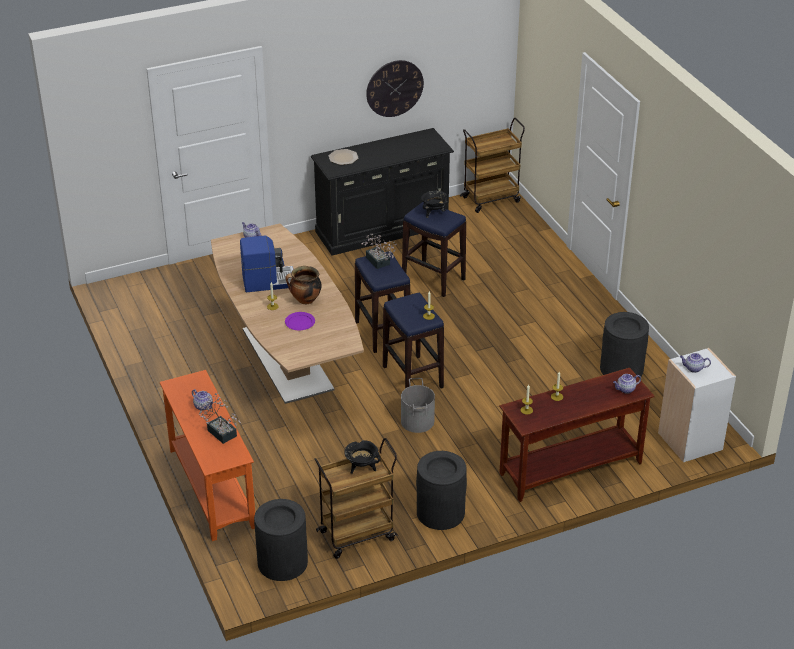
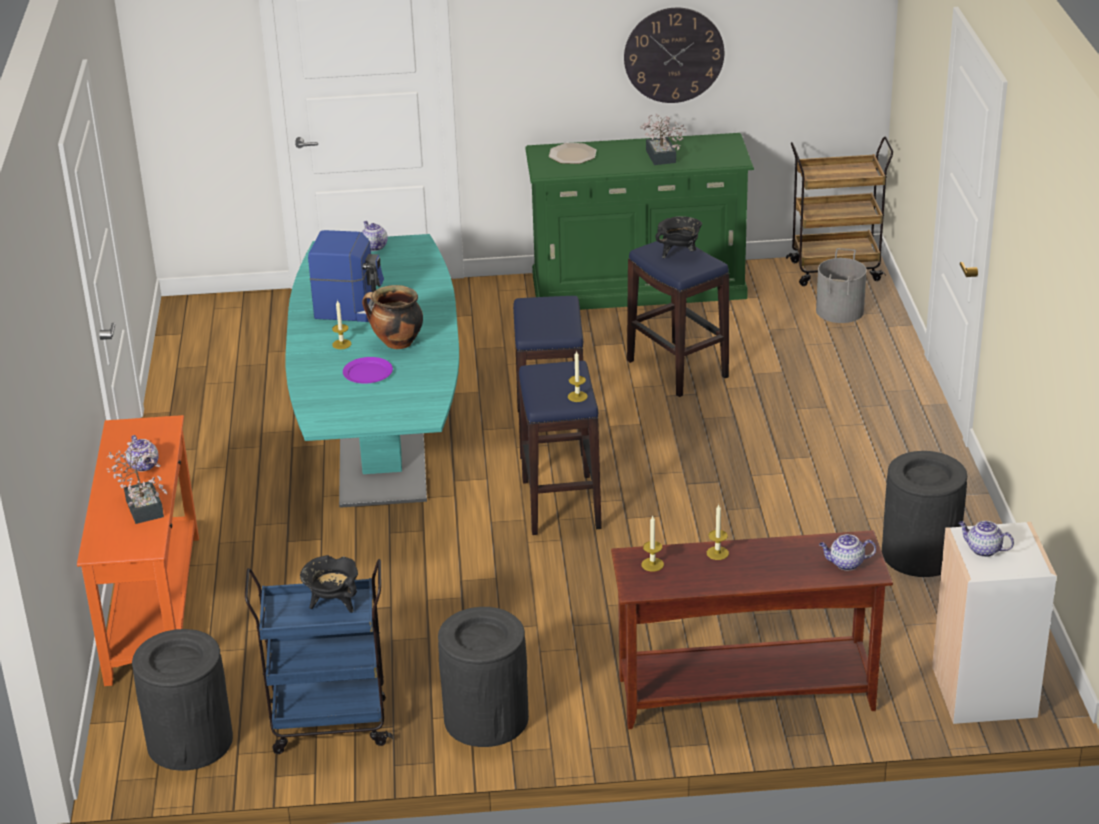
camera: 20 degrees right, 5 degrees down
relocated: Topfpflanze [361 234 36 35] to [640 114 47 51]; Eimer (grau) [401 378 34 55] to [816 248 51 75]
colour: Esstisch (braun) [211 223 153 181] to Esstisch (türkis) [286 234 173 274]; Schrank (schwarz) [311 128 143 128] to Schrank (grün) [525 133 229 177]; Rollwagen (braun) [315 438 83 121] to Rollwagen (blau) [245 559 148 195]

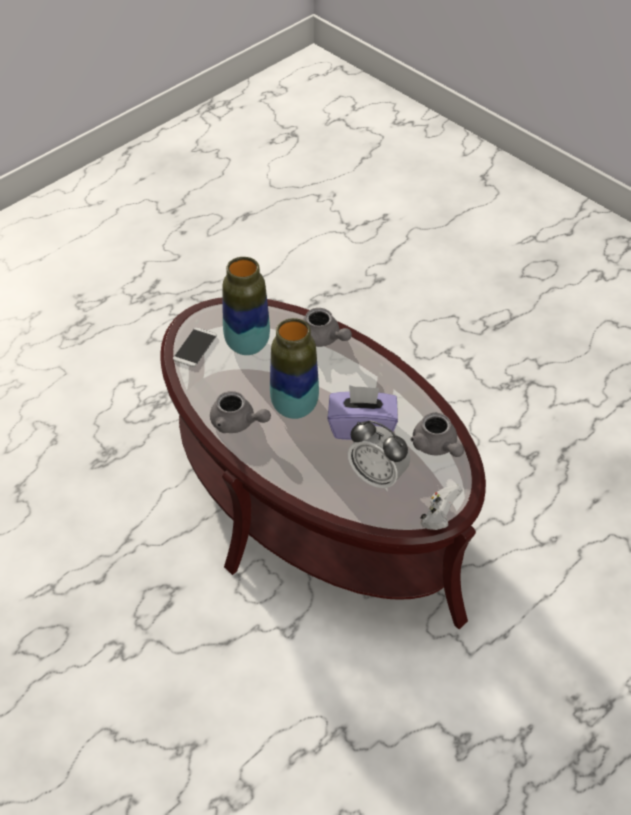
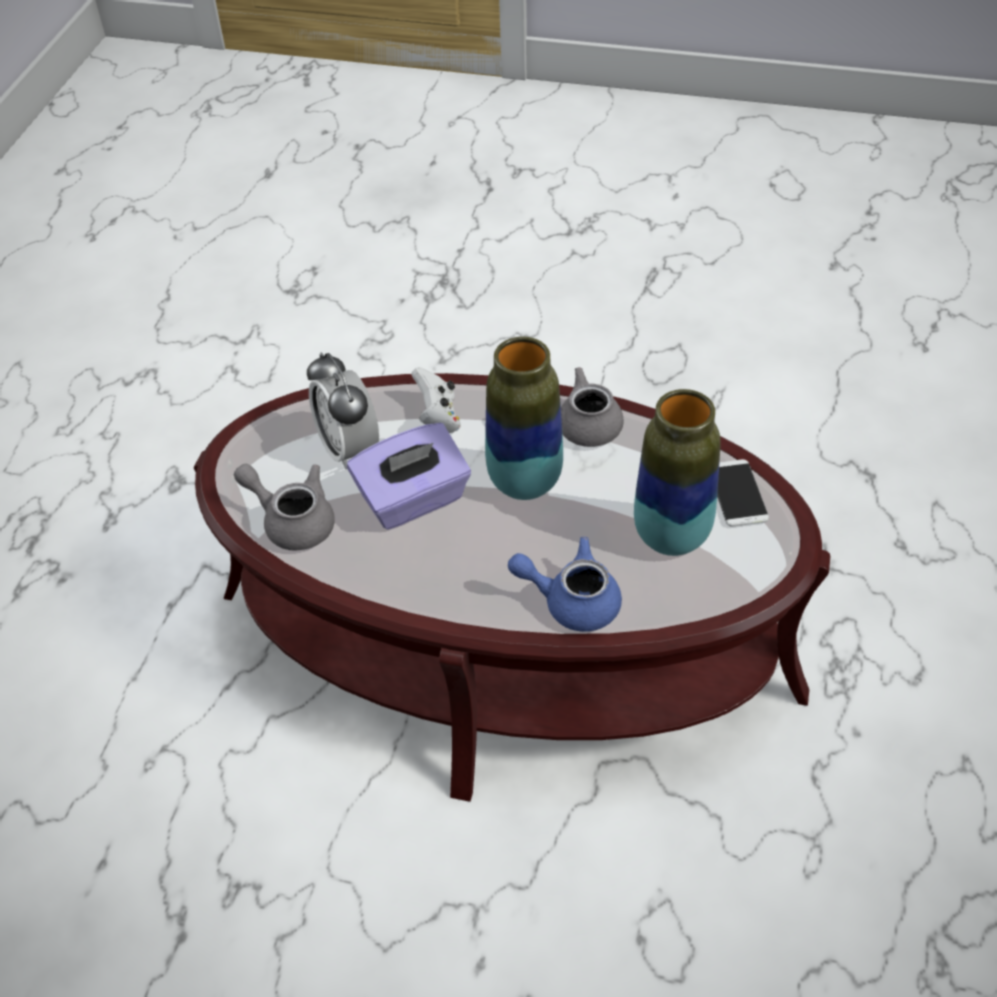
camera: 150 degrees right, 0 degrees up
relocated: Gamepad (weiß) [420 485 43 45] to [411 367 49 66]
colour: Teekanne (grau) [302 308 50 39] to Teekanne (blau) [508 537 114 95]
spun: Wecker [347 420 63 71] = [307 353 72 117] 120 degrees counterclockwise

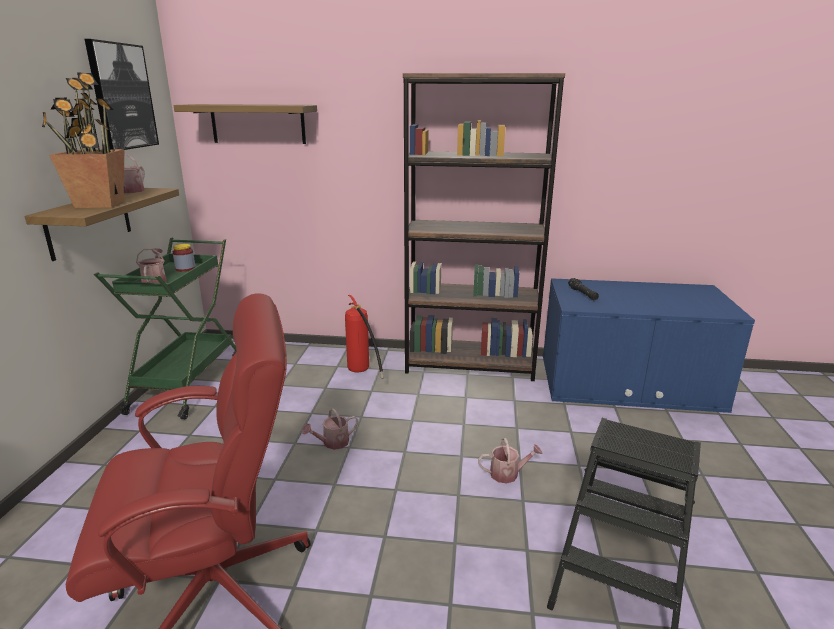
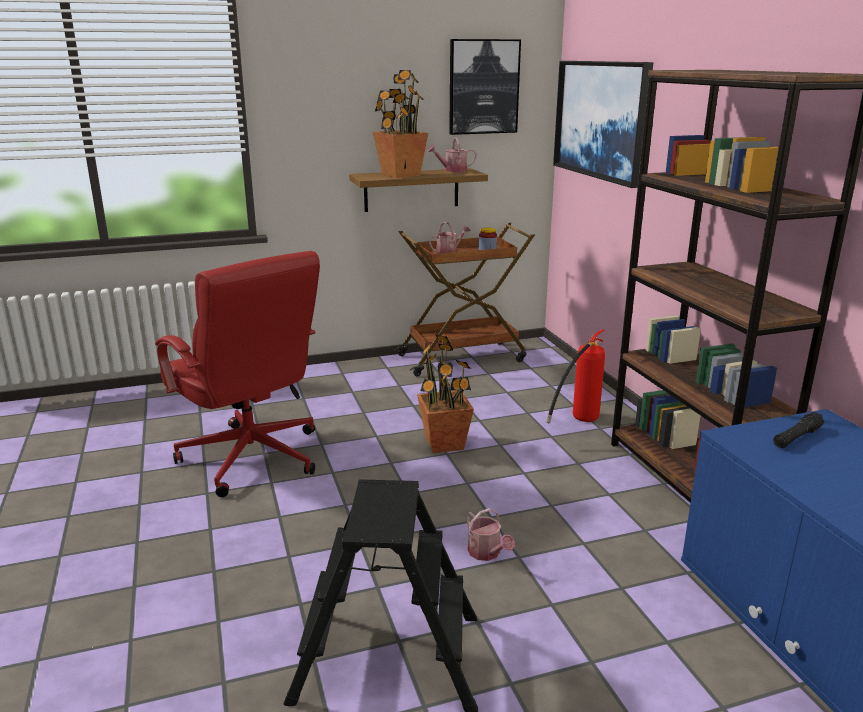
camera: 65 degrees right, 0 degrees up
exchanged: Wandregal [173 104 144 40] to Bild [553 61 100 127]; Gießkanne [302 408 56 42] to Topfpflanze [417 335 57 118]
colour: Rollwagen (grün) [94 237 142 182] to Rollwagen (braun) [395 223 140 154]

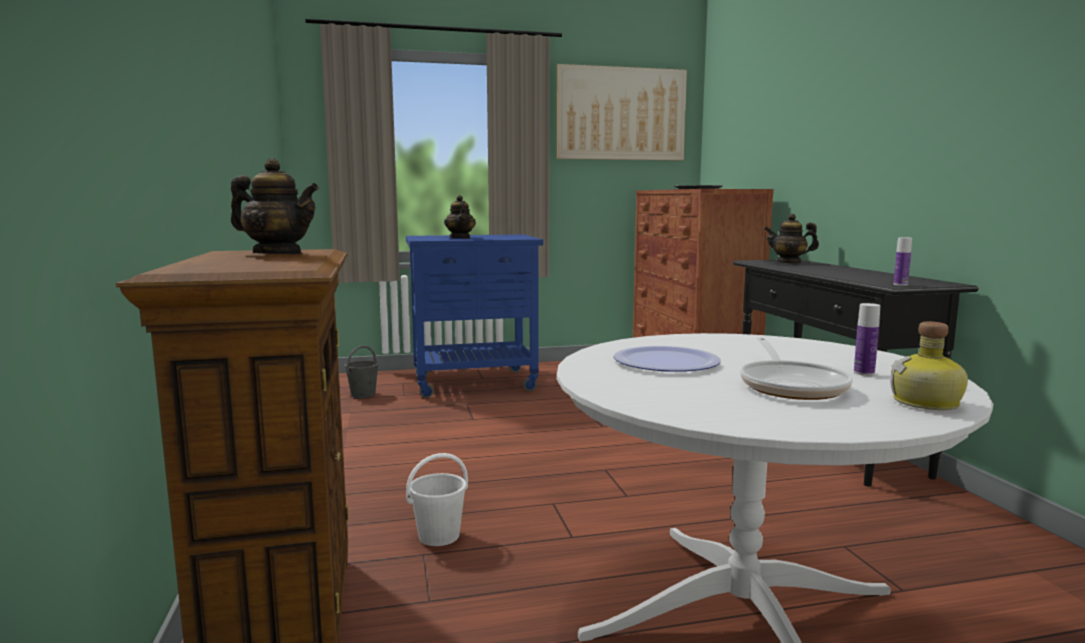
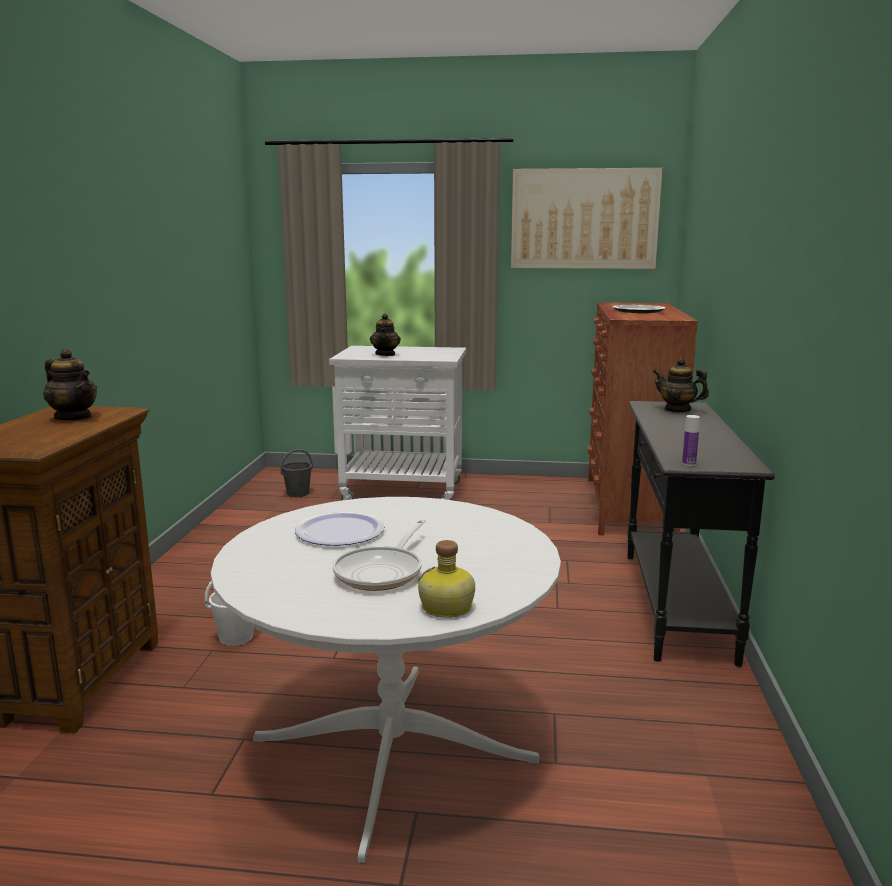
camera: 20 degrees right, 5 degrees up
missing: Flasche [854 303 26 73]
colour: Rollwagen (blau) [406 234 137 164] to Rollwagen (weiß) [329 346 137 154]

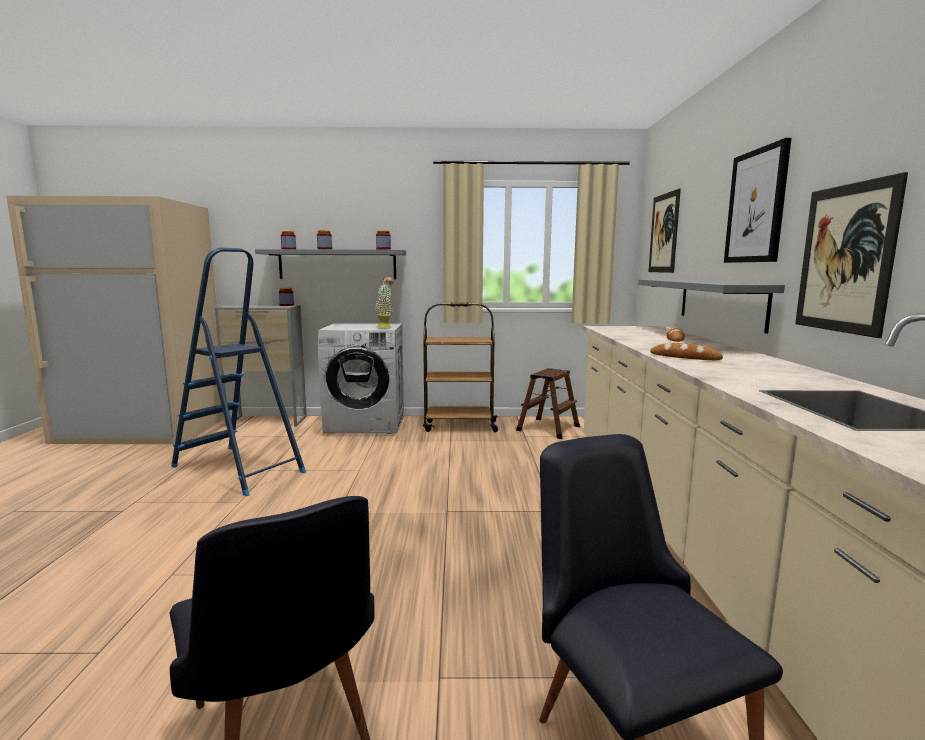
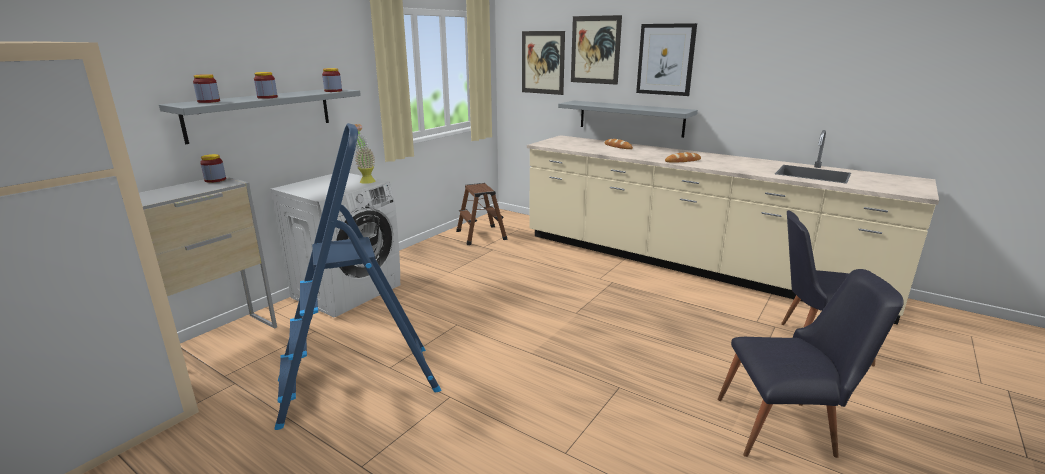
camera: 55 degrees left, 10 degrees up
missing: Rollwagen (braun) [423 302 76 130]
relocated: Bild [795 172 113 166] to [571 15 51 70]

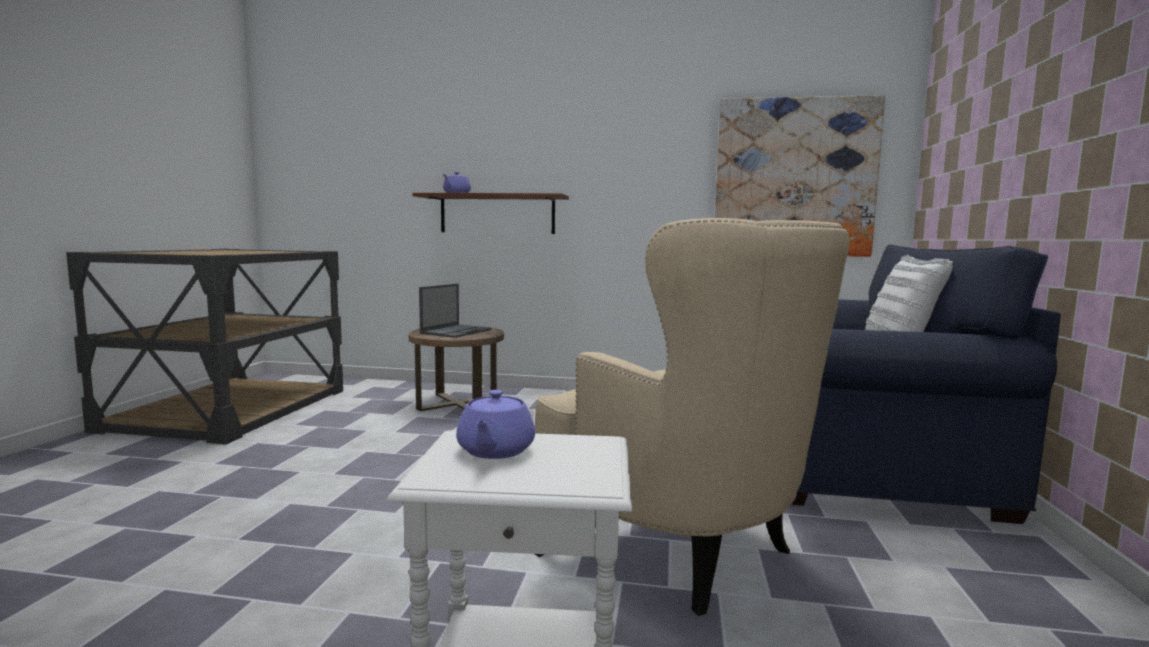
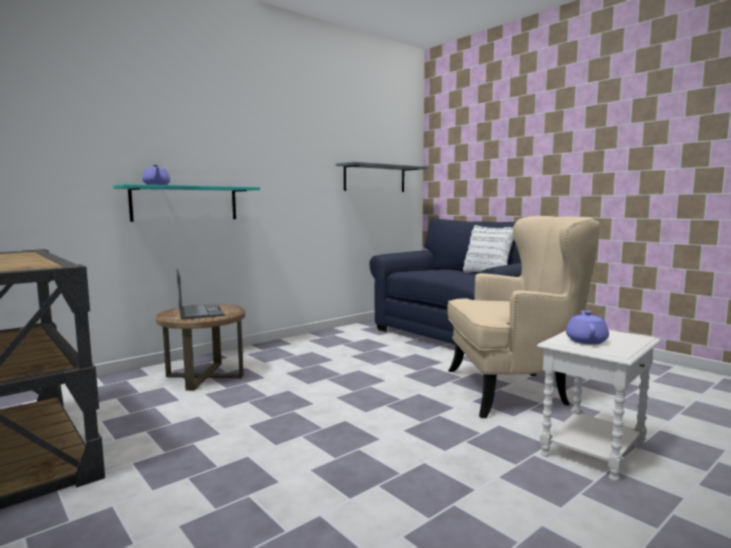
camera: 50 degrees left, 0 degrees up
exchanged: Bild [715 95 170 162] to Wandregal (grau) [336 162 92 30]
colour: Wandregal (braun) [413 193 156 41] to Wandregal (türkis) [113 184 147 38]
spun: Teekanne (lila) [456 390 79 69] = [566 310 43 35] 120 degrees counterclockwise

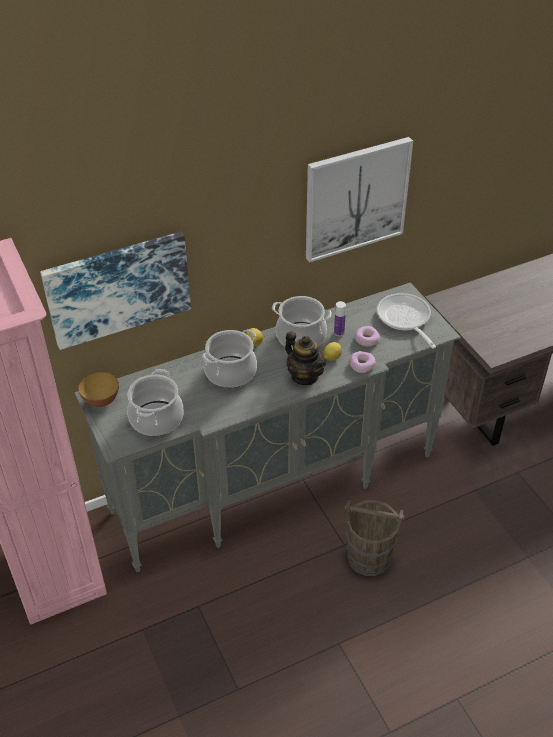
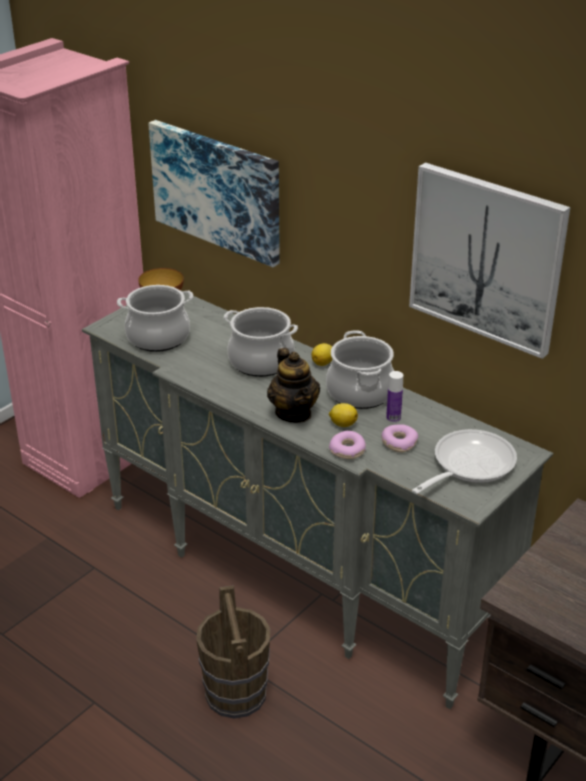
camera: 65 degrees right, 10 degrees down
spun: Teekanne [285 331 41 54] = [267 348 53 75] 45 degrees counterclockwise

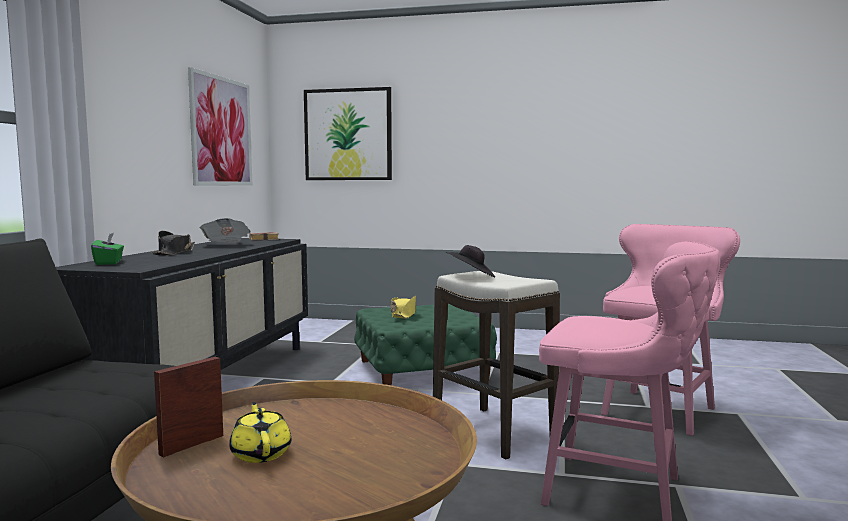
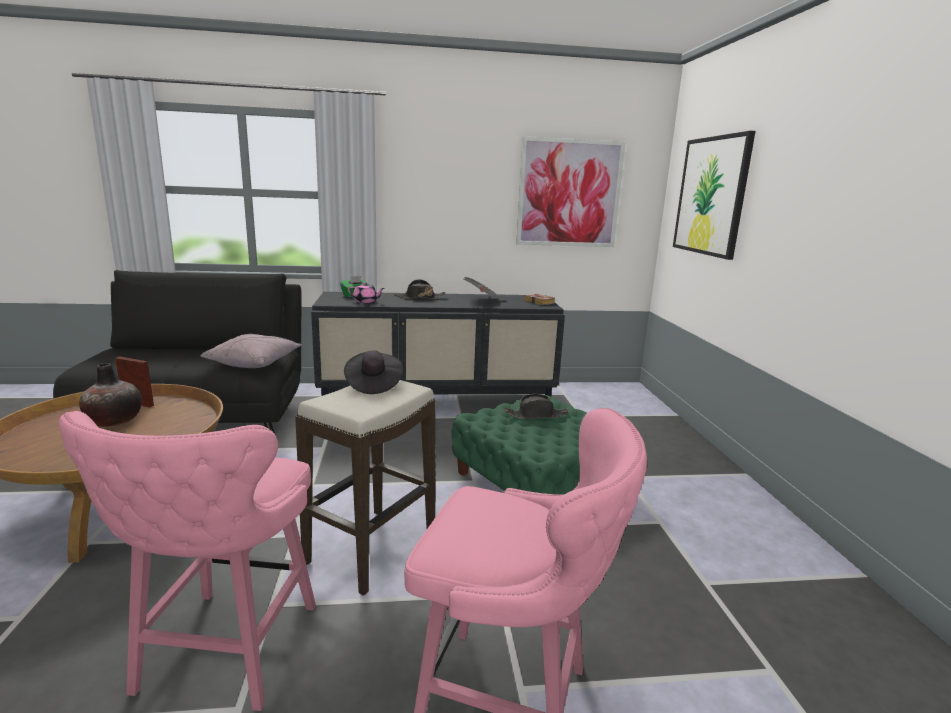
camera: 70 degrees right, 10 degrees up
appeared: Kissen (lila) [200 334 102 34]; Teekanne (rosa) [348 282 37 21]
exchanged: Teekanne (gelb) [229 402 62 61] to Vase [79 363 63 64]
colour: Hut (gelb) [391 296 25 22] to Hut (schwarz) [504 394 65 25]

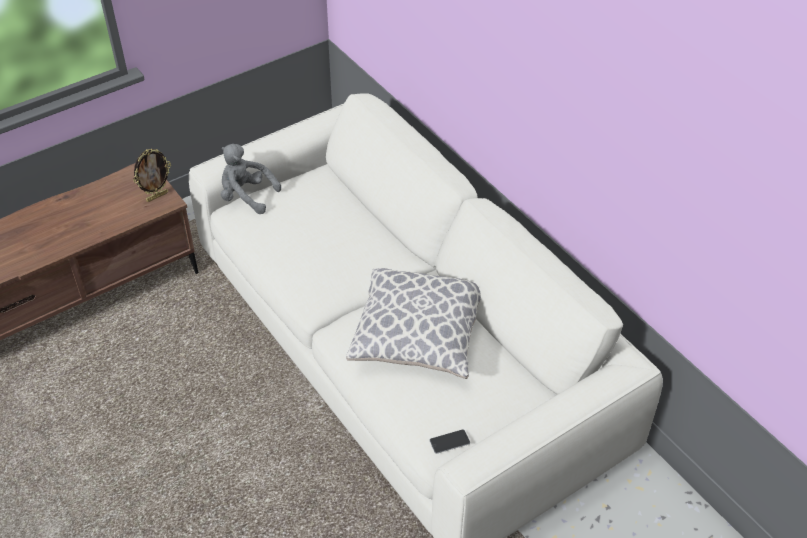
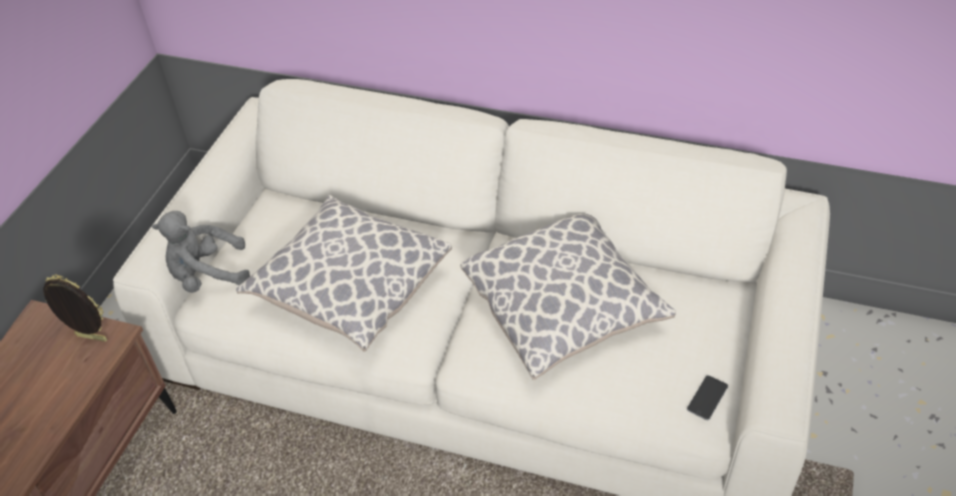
camera: 35 degrees left, 0 degrees up
appeared: Kissen [236 195 216 157]
spun: Bilderrahmen [133 149 38 53] = [43 274 64 68] 90 degrees counterclockwise

